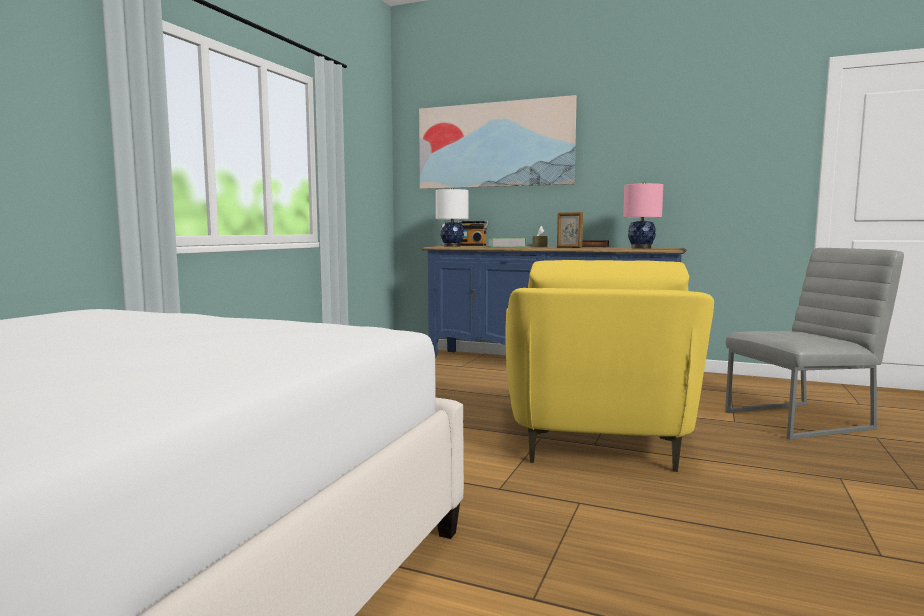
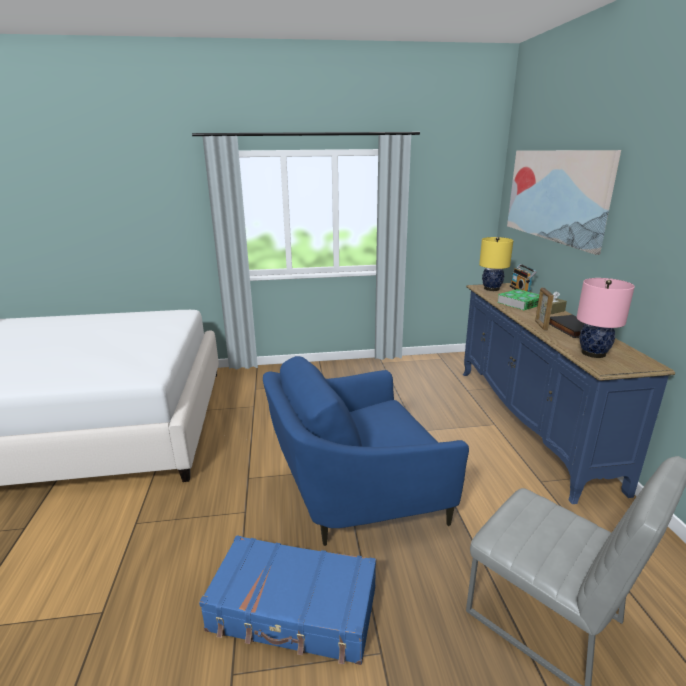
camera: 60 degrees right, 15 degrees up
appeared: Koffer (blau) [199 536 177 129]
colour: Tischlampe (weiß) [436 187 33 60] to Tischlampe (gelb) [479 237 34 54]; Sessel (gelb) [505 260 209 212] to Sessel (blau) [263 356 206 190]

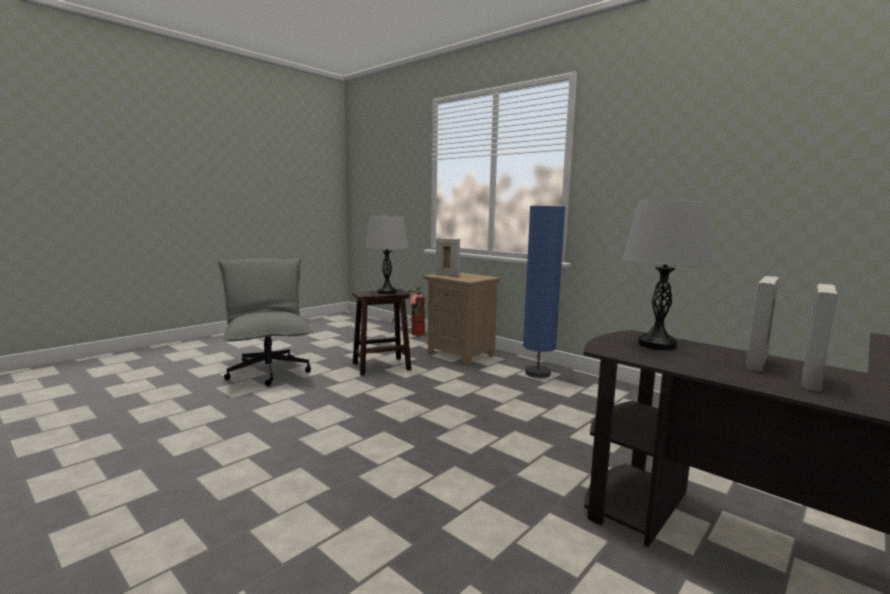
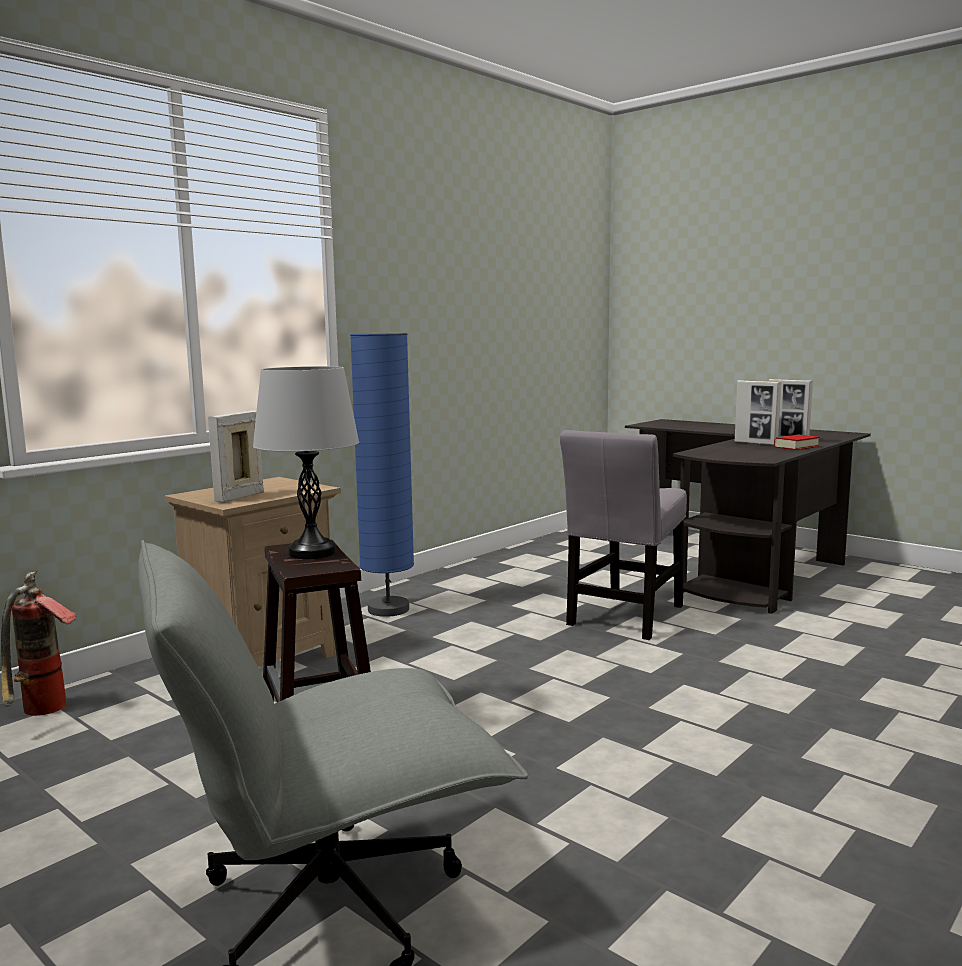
camera: 90 degrees left, 0 degrees up
missing: Tischlampe (grau) [623 201 89 149]
appeared: Stuhl (grau) [560 430 127 210]; Buch [774 435 46 15]

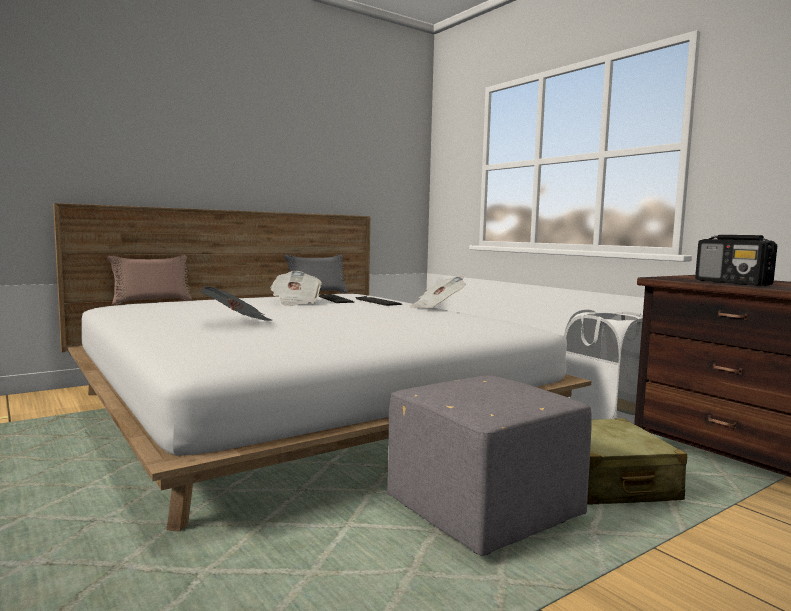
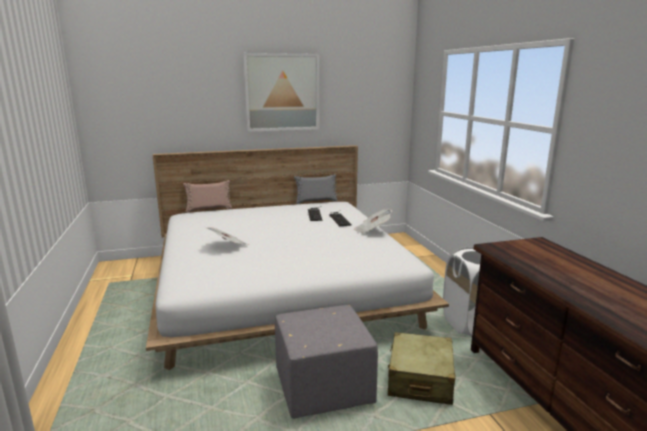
camera: 20 degrees right, 10 degrees up
missing: Zeitung [270 271 52 35]; Radio [695 235 82 51]
appeared: Bild [243 53 76 79]

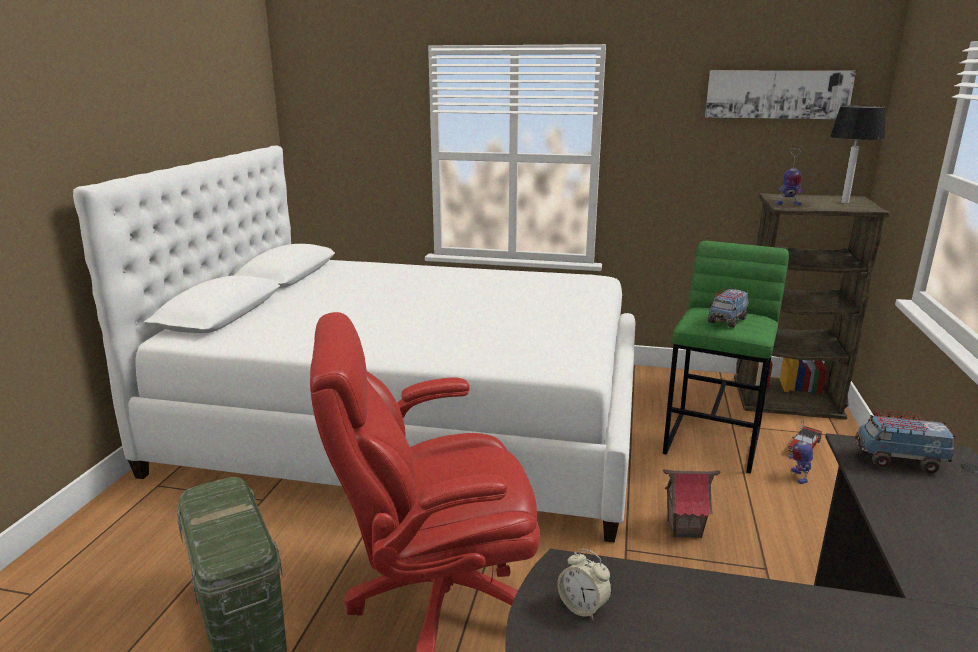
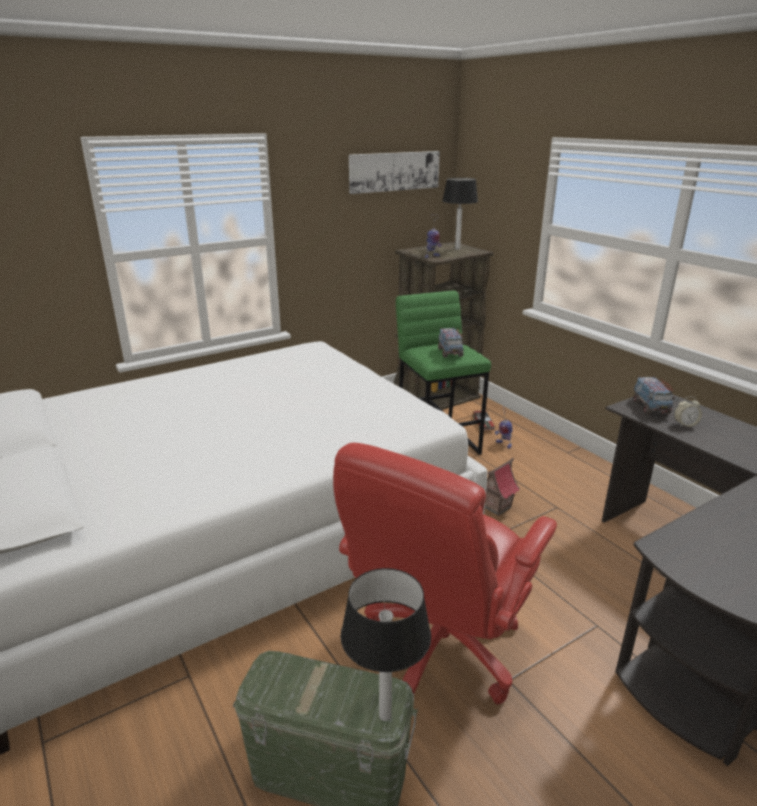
camera: 45 degrees left, 5 degrees up
appeared: Tischlampe [341 568 90 153]
relocated: Wecker [557 549 55 71] to [674 397 28 30]
spun: Spielzeuglaster [854 409 102 65] = [633 376 42 38] 60 degrees counterclockwise

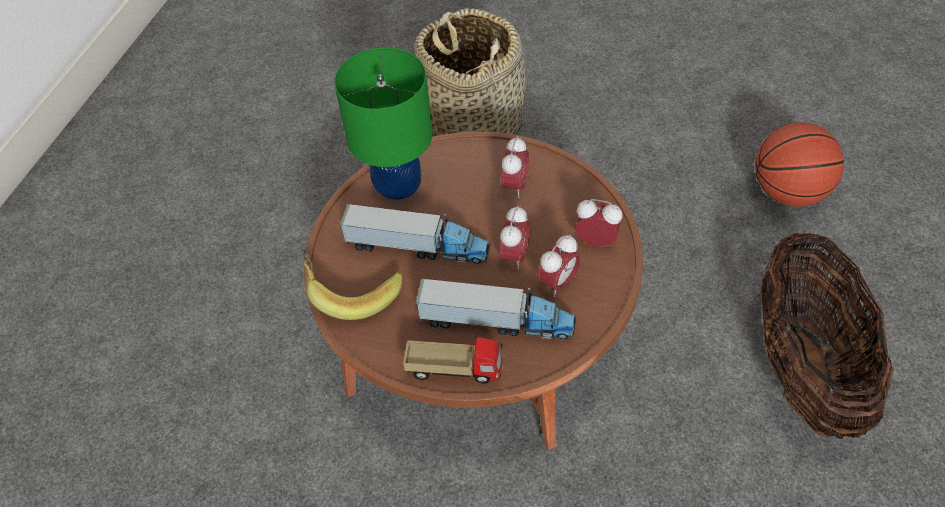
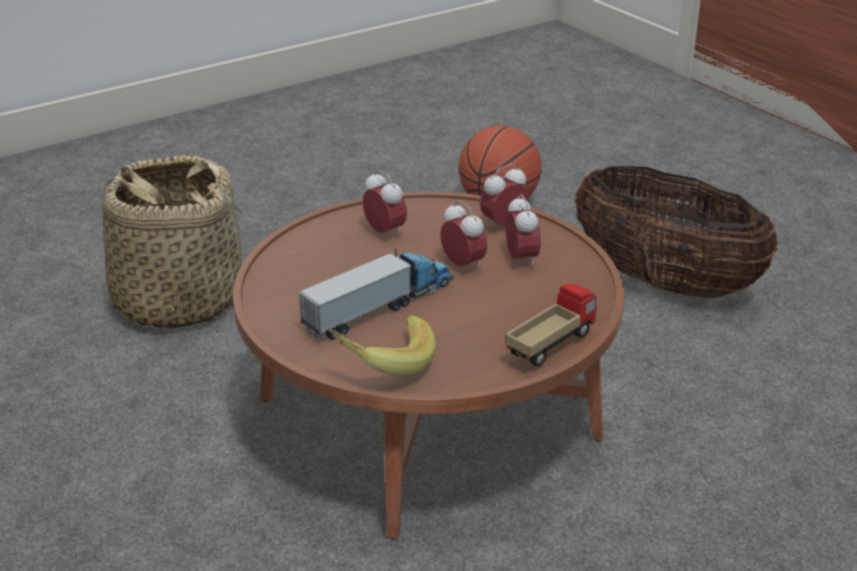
camera: 55 degrees left, 20 degrees down
missing: Tischlampe (grün) [334 47 99 153]; Spielzeuglaster [416 278 160 61]

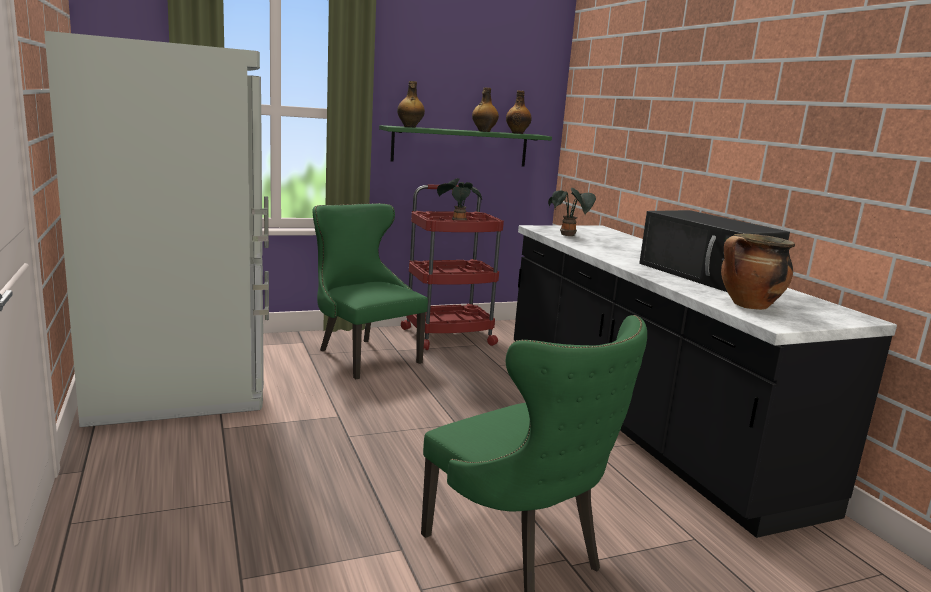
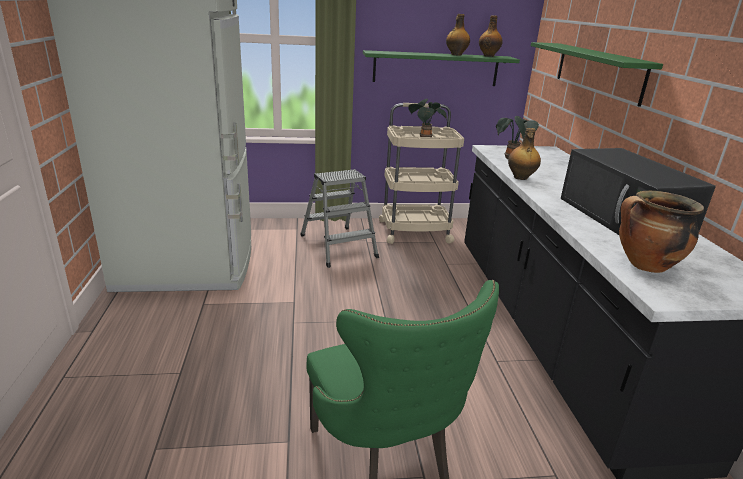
camera: 15 degrees right, 10 degrees up
appeared: Wandregal (grün) [531 42 132 65]
relocated: Flasche [397 81 28 46] to [508 128 33 52]
exchanged: Stuhl (grün) [312 203 116 176] to Trittleiter (grau) [300 169 79 99]
colour: Rollwagen (rot) [401 184 103 166] to Rollwagen (beige) [379 103 85 141]

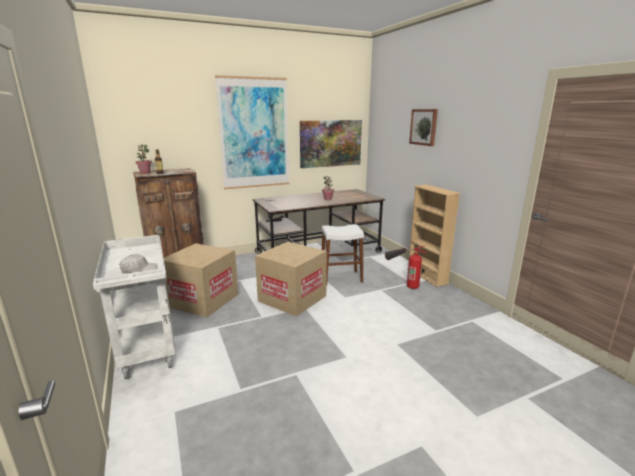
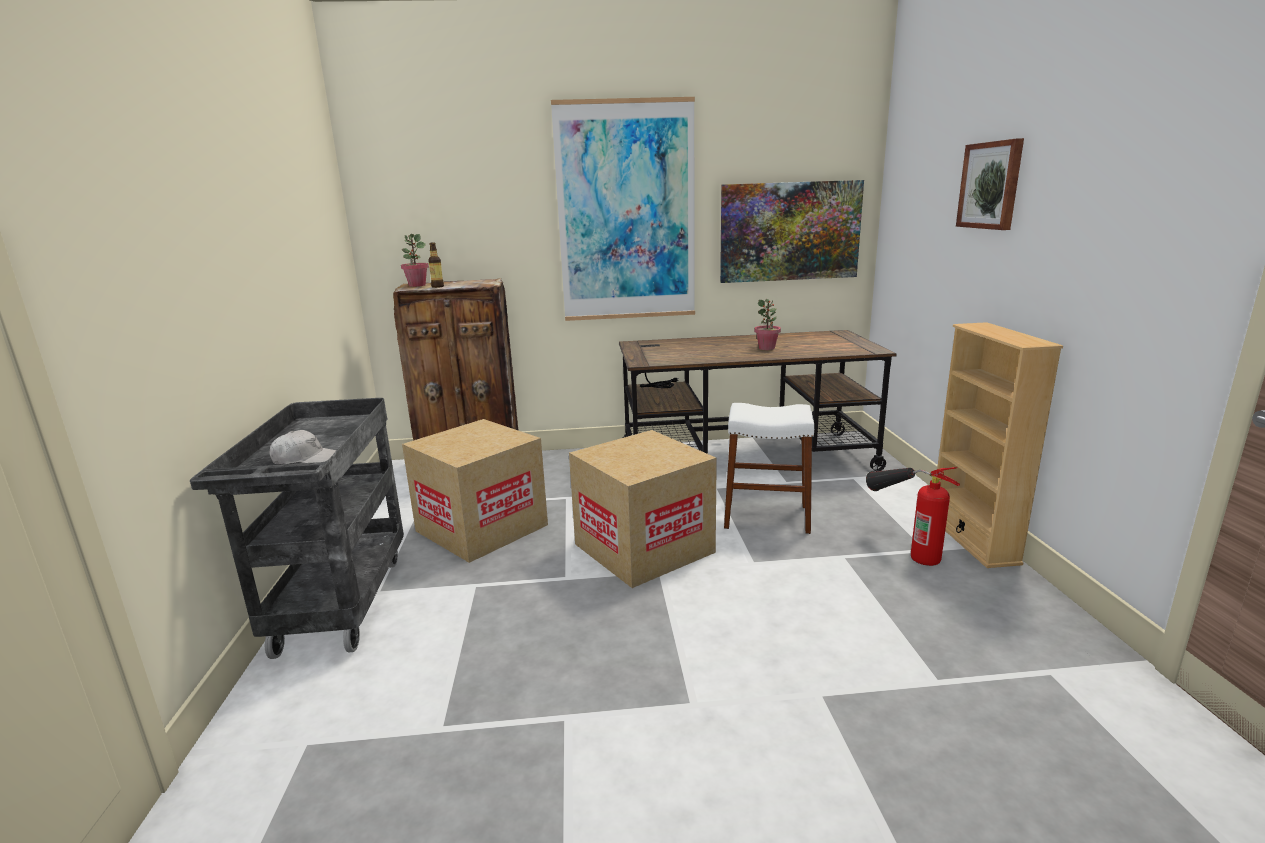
camera: 20 degrees right, 0 degrees up
colour: Rollwagen (weiß) [93 235 83 145] to Rollwagen (schwarz) [190 398 214 261]

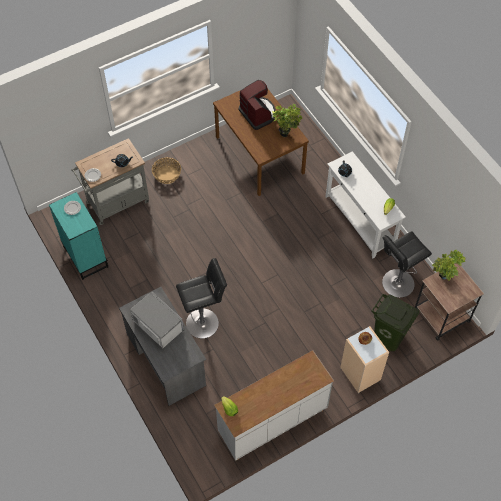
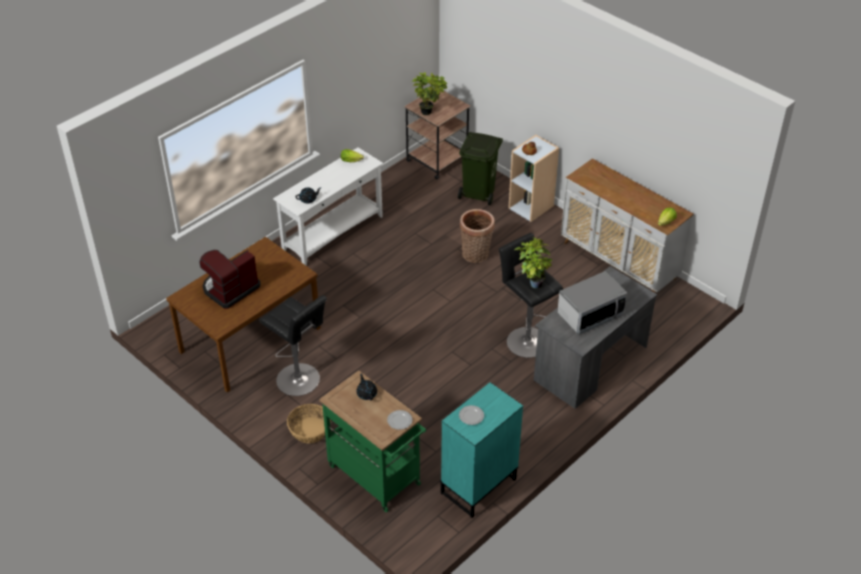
camera: 105 degrees left, 15 degrees down
appeared: Korb [460 209 35 54]
relocated: Topfpflanze [272 104 30 33] to [515 237 38 52]; Hocker (schwarz) [382 231 50 67] to [259 295 68 101]
colour: Rollwagen (grau) [71 138 78 87] to Rollwagen (grün) [319 371 107 141]
spun: Mikrowelle [130 292 54 56] = [557 271 70 64] 150 degrees counterclockwise

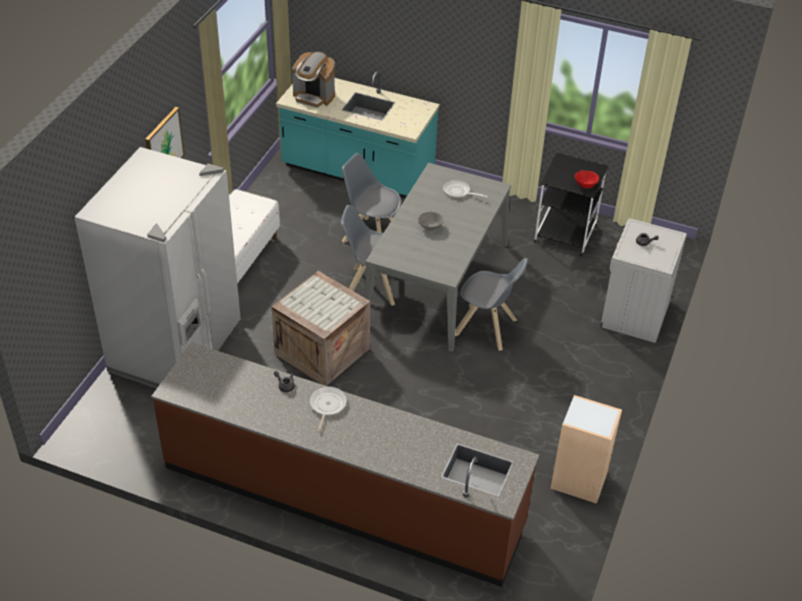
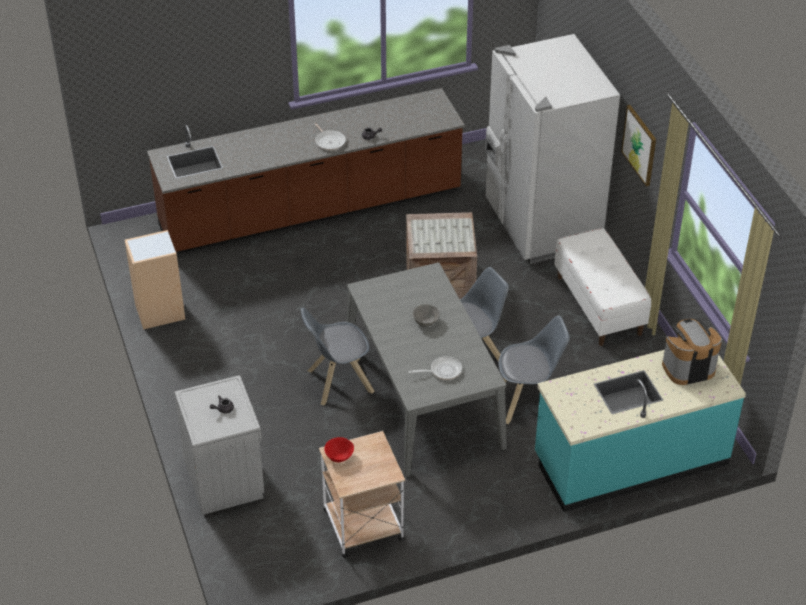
camera: 140 degrees right, 0 degrees up
colour: Rollwagen (schwarz) [534 153 74 104] to Rollwagen (beige) [319 431 86 127]

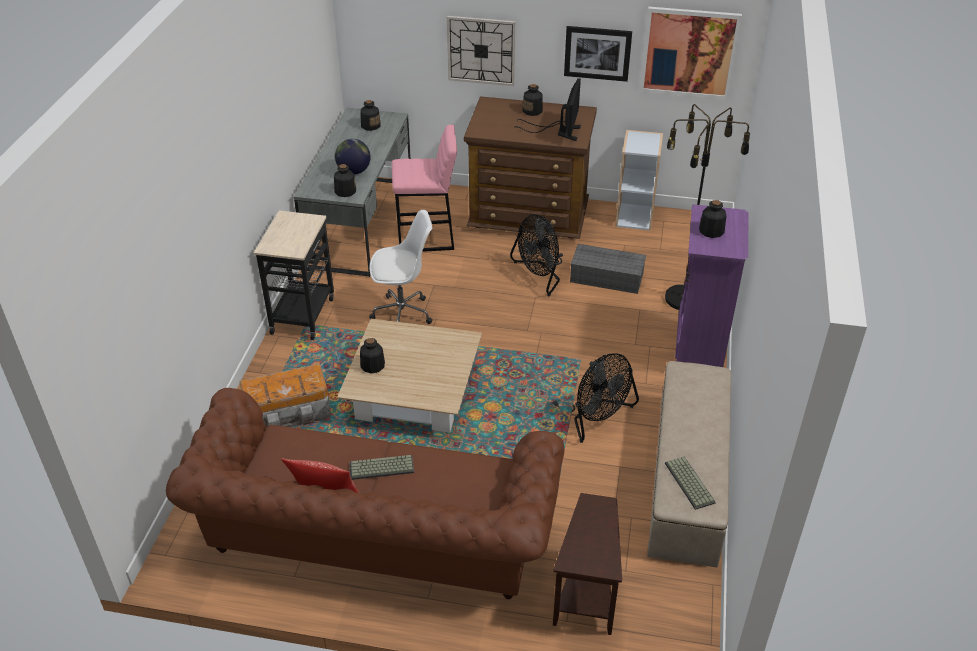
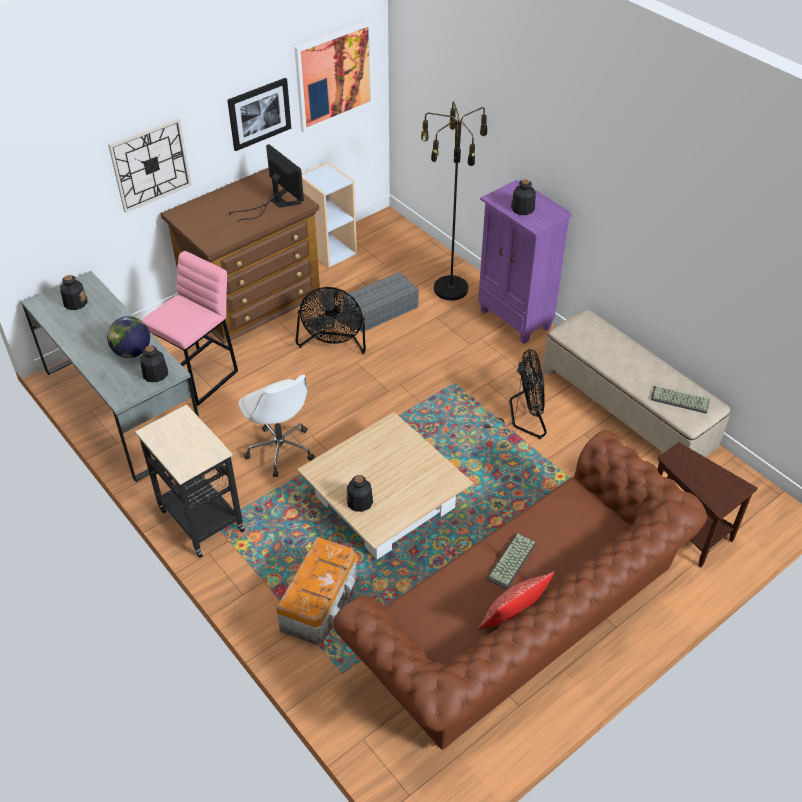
camera: 50 degrees left, 5 degrees up
missing: Flasche [522 84 21 32]
spun: Bürostuhl (weiß) [369 210 64 114] = [239 374 76 103] 120 degrees clockwise

